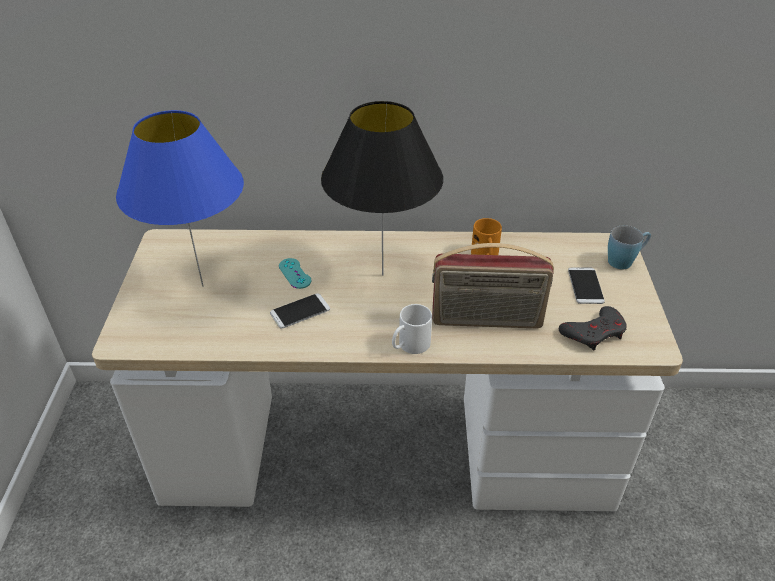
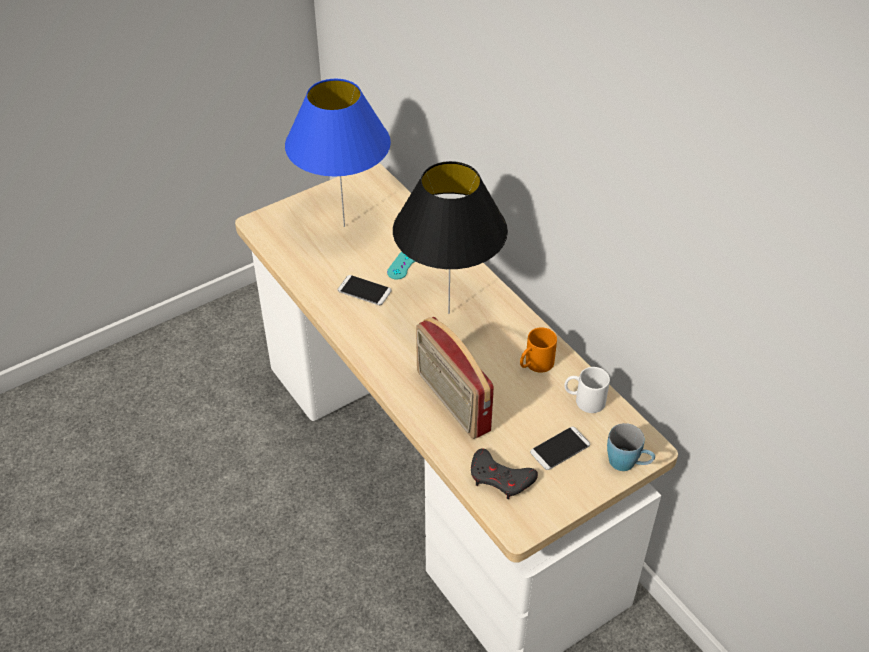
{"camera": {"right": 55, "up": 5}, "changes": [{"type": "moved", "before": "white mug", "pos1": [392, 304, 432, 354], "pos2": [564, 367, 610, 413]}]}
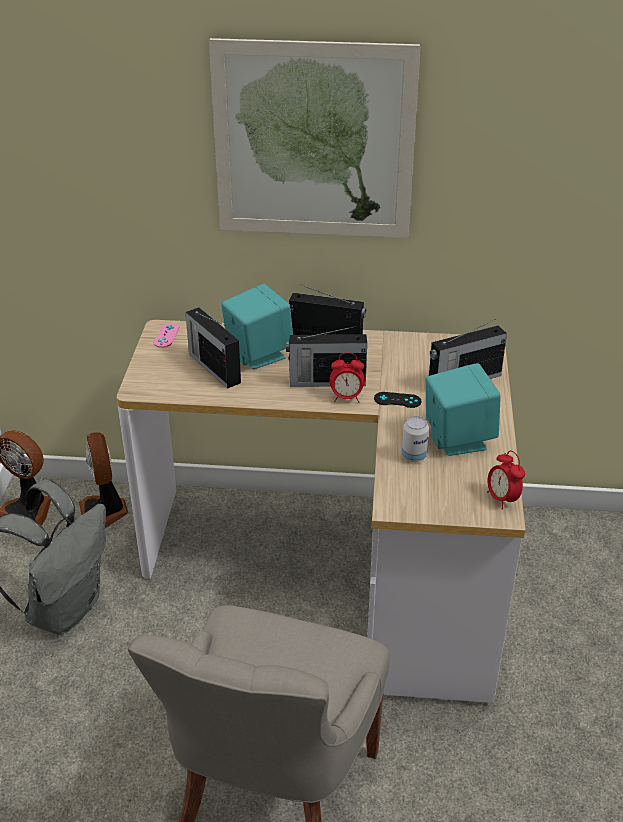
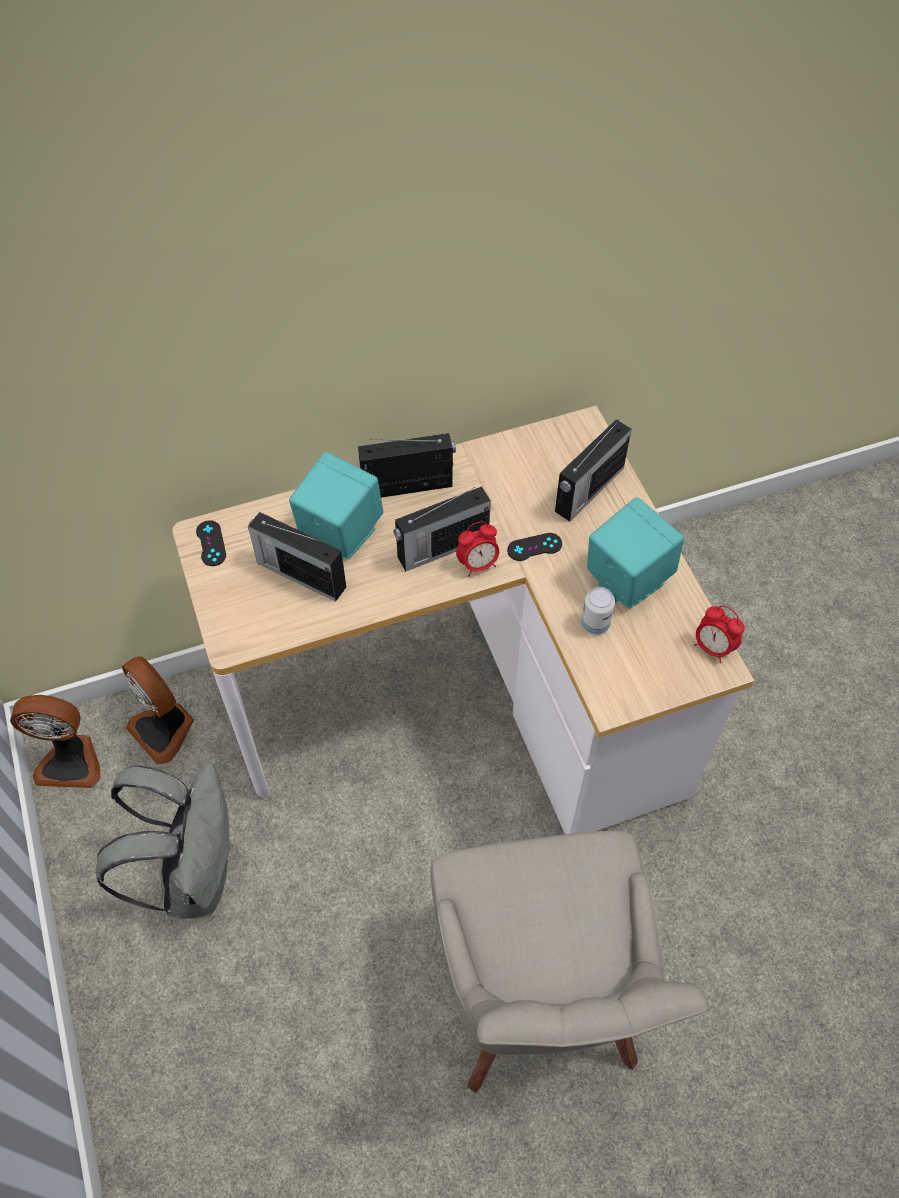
{"camera": {"right": -25, "up": 20}, "changes": [{"type": "recoloured", "before": "pink game controller", "after": "black game controller", "pos1": [153, 323, 179, 348], "pos2": [196, 520, 226, 566]}, {"type": "removed", "before": "picture", "pos1": [209, 38, 420, 238]}]}
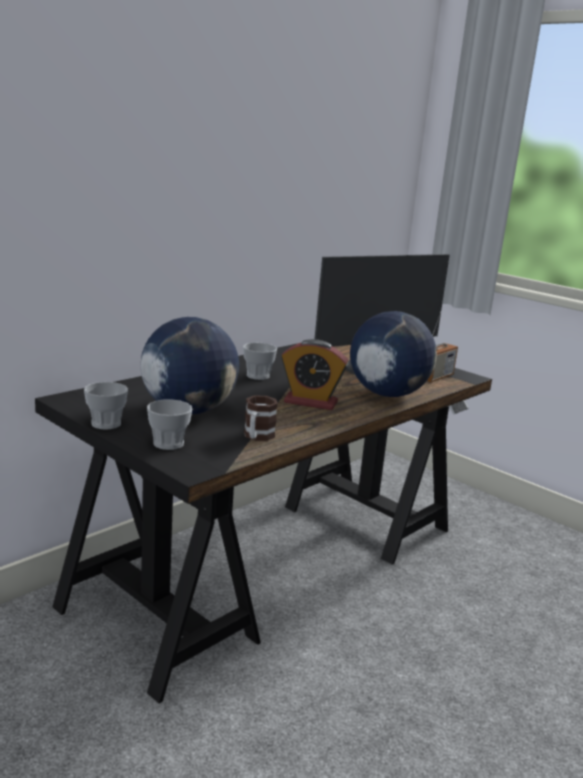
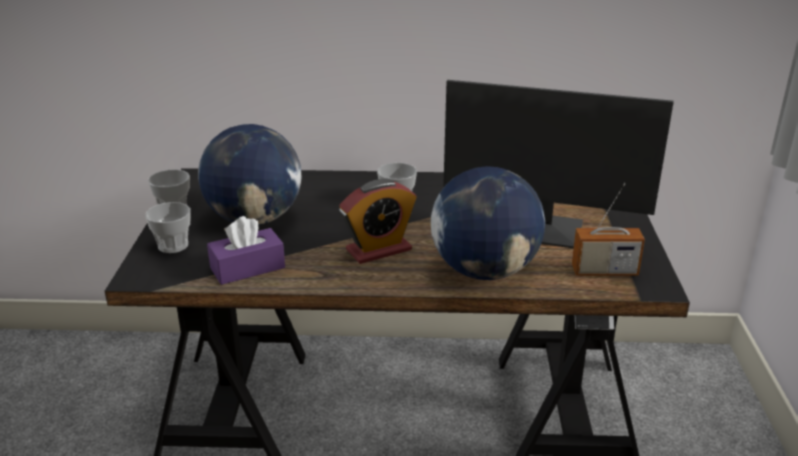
{"camera": {"right": 50, "up": 10}, "changes": [{"type": "replaced", "before": "mug", "after": "purple tissue box", "pos1": [244, 395, 278, 441], "pos2": [207, 216, 285, 285]}, {"type": "turned", "before": "alarm clock", "pos1": [281, 339, 348, 410], "pos2": [339, 179, 417, 264], "turn": -90}]}
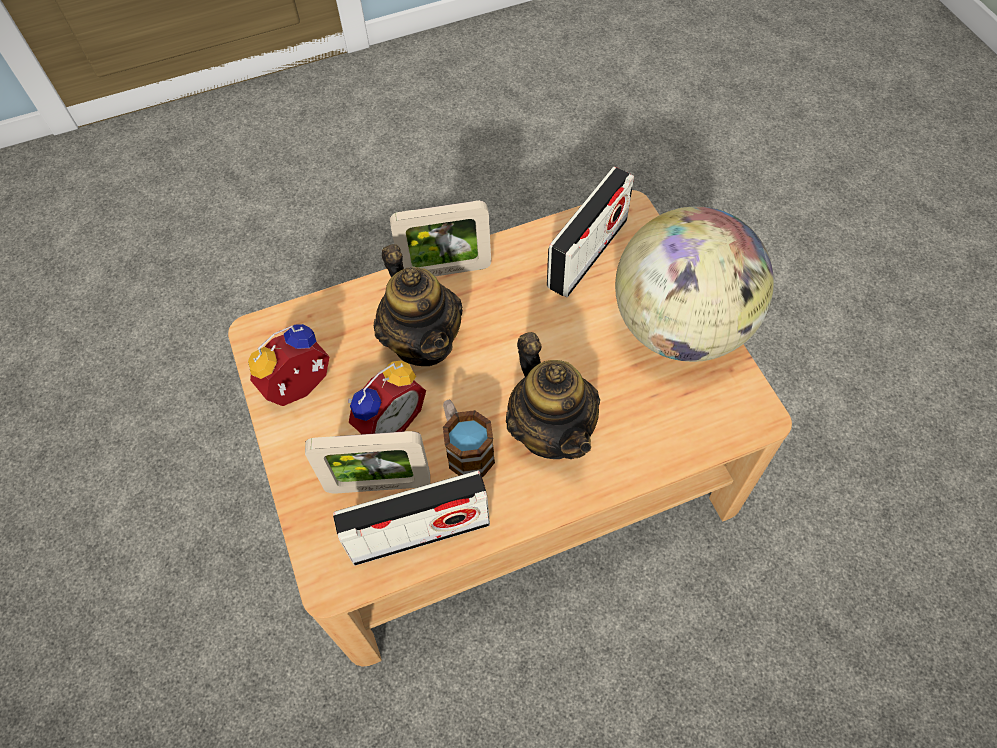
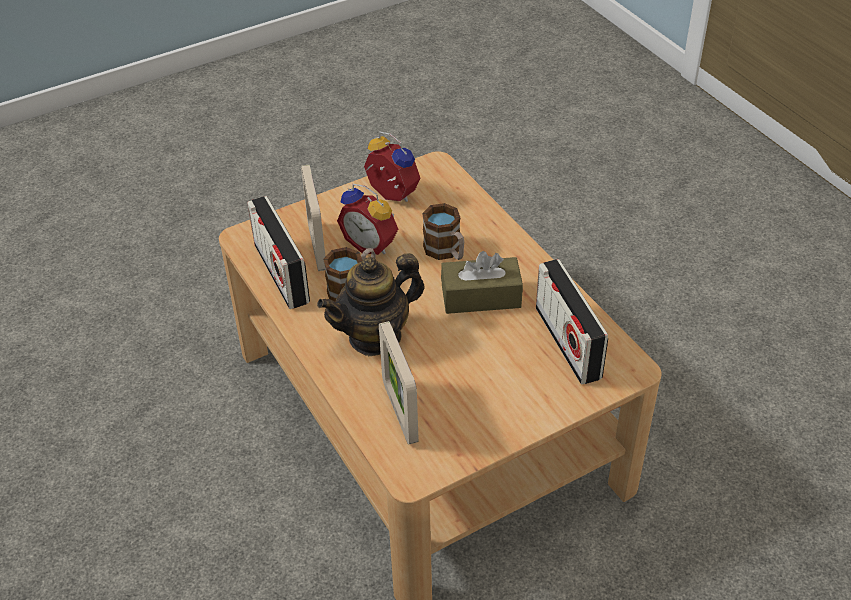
{"camera": {"right": 80, "up": -15}, "changes": [{"type": "moved", "before": "picture frame", "pos1": [390, 200, 491, 276], "pos2": [379, 321, 419, 445]}, {"type": "replaced", "before": "teapot", "after": "mug", "pos1": [374, 244, 463, 366], "pos2": [422, 203, 464, 260]}, {"type": "added", "after": "brown tissue box", "pos2": [441, 251, 523, 314]}, {"type": "turned", "before": "radio", "pos1": [547, 167, 634, 297], "pos2": [536, 259, 608, 384], "turn": 45}, {"type": "removed", "before": "globe", "pos1": [615, 206, 774, 362]}]}
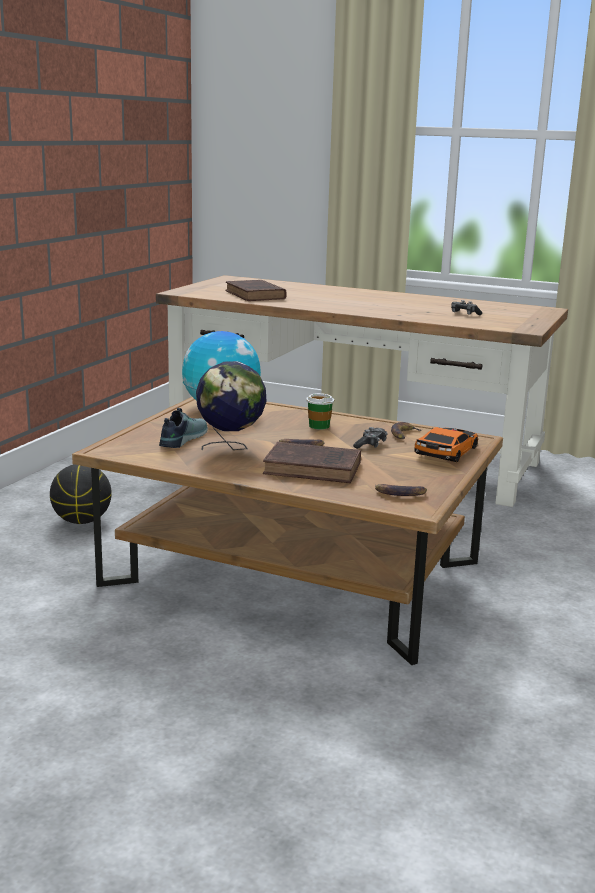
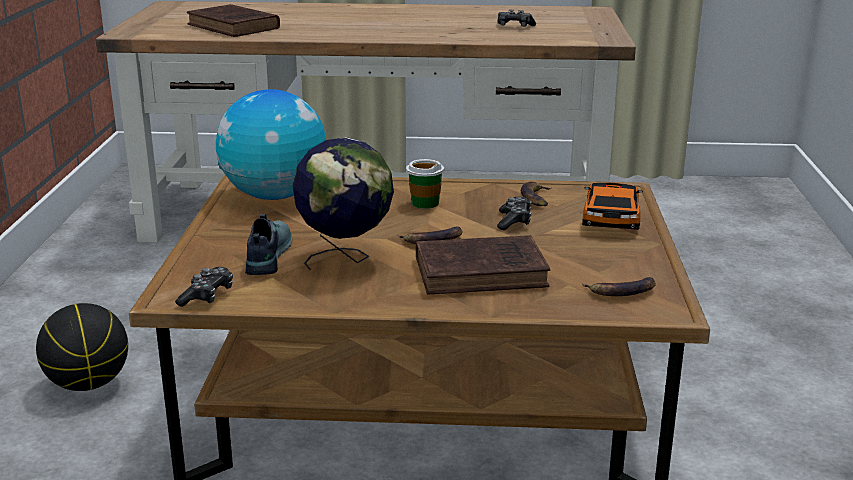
{"camera": {"right": -20, "up": 5}, "changes": [{"type": "added", "after": "game controller", "pos2": [175, 267, 233, 307]}]}
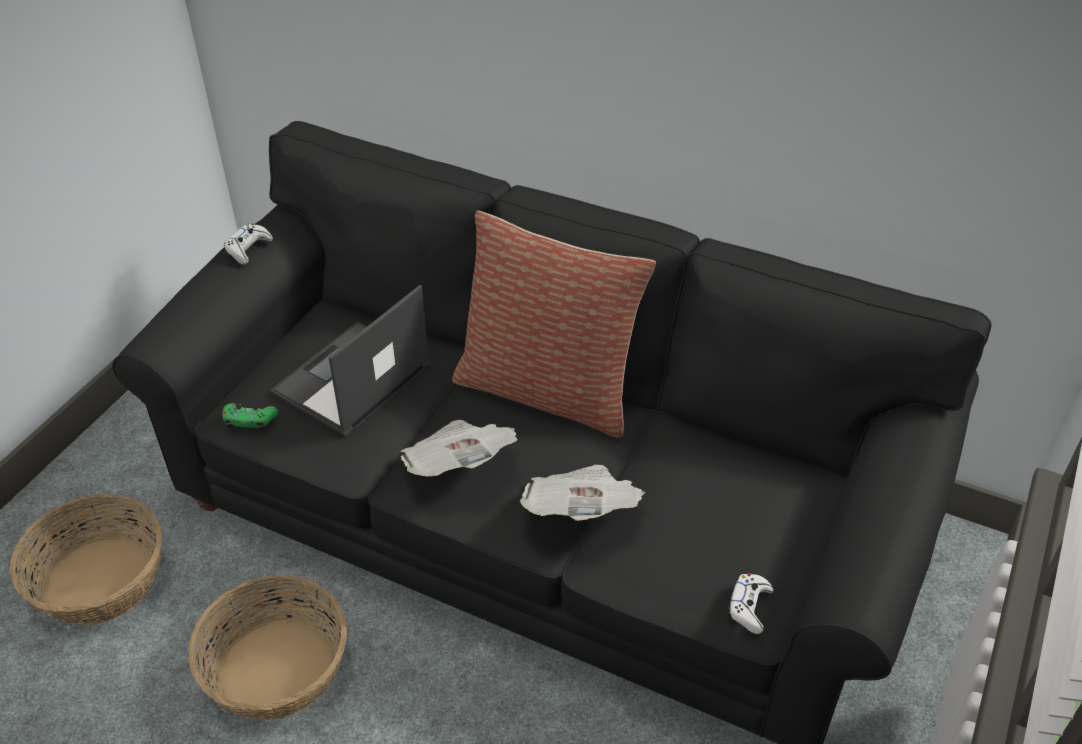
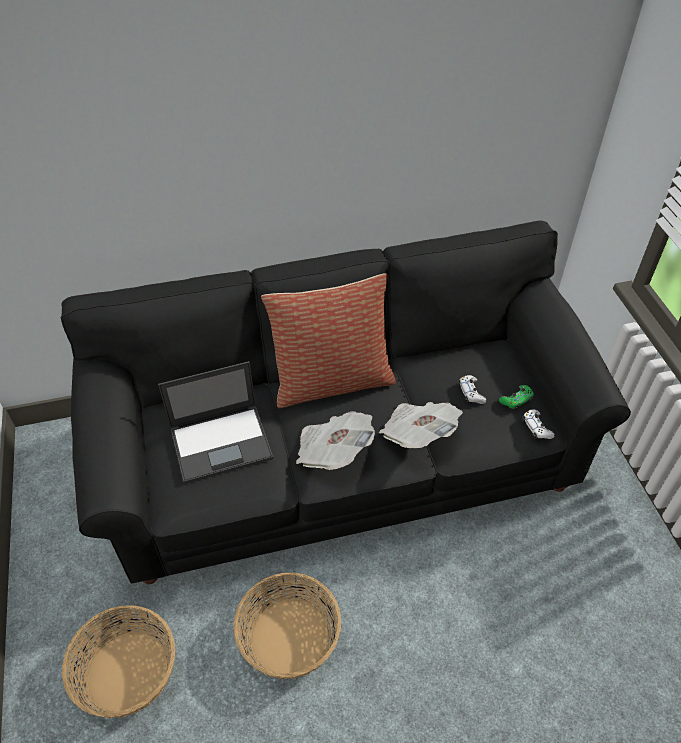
{"camera": {"right": -40, "up": 5}, "changes": [{"type": "turned", "before": "laptop", "pos1": [271, 285, 430, 436], "pos2": [158, 361, 273, 484], "turn": -105}, {"type": "moved", "before": "white game controller", "pos1": [224, 223, 273, 264], "pos2": [459, 375, 486, 404]}, {"type": "moved", "before": "green game controller", "pos1": [222, 403, 278, 431], "pos2": [499, 385, 534, 410]}]}
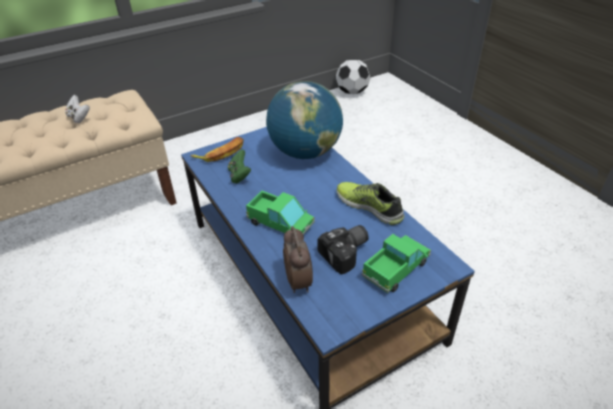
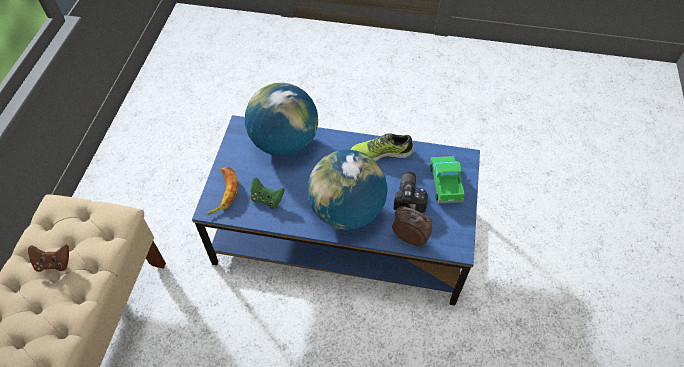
{"camera": {"right": -50, "up": 15}, "changes": [{"type": "recoloured", "before": "white game controller", "after": "brown game controller", "pos1": [65, 95, 90, 123], "pos2": [28, 245, 69, 272]}, {"type": "replaced", "before": "toy truck", "after": "globe", "pos1": [246, 191, 315, 235], "pos2": [307, 150, 388, 230]}, {"type": "removed", "before": "football", "pos1": [336, 60, 370, 94]}]}
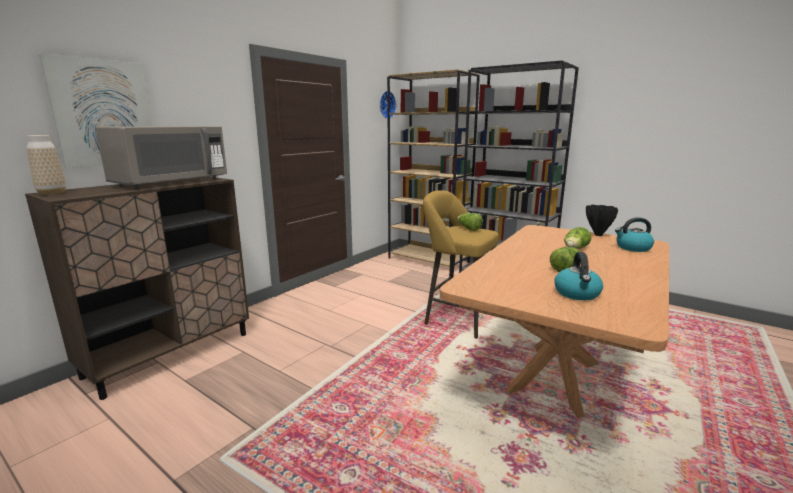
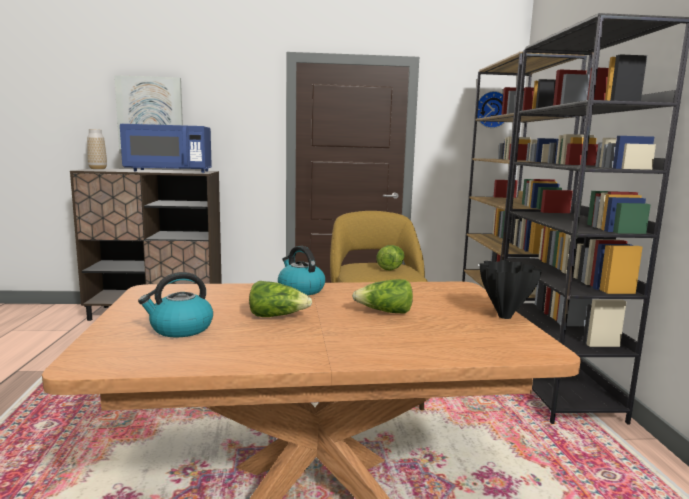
{"camera": {"right": 50, "up": -5}, "changes": [{"type": "recoloured", "before": "grey microwave", "after": "blue microwave", "pos1": [95, 126, 227, 189], "pos2": [120, 124, 212, 173]}, {"type": "moved", "before": "kettle", "pos1": [615, 217, 654, 252], "pos2": [278, 246, 325, 295]}]}
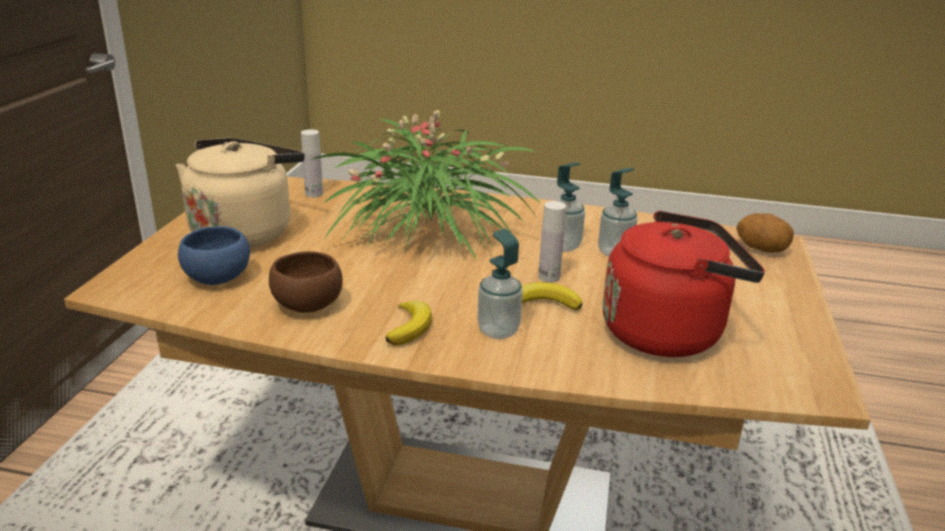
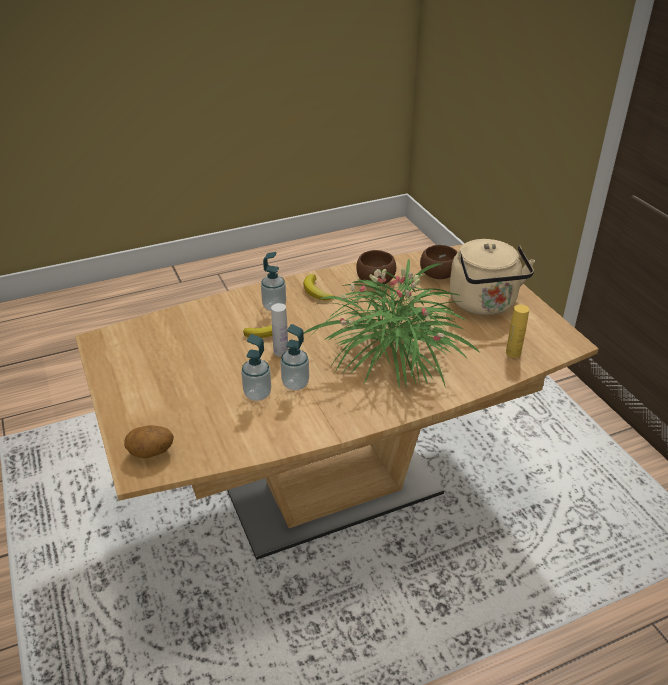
{"camera": {"right": 145, "up": 10}, "changes": [{"type": "recoloured", "before": "blue bowl", "after": "brown bowl", "pos1": [178, 226, 250, 285], "pos2": [420, 245, 458, 279]}, {"type": "recoloured", "before": "white bottle", "after": "yellow bottle", "pos1": [301, 129, 323, 197], "pos2": [506, 305, 529, 358]}, {"type": "removed", "before": "red kettle", "pos1": [602, 211, 765, 357]}]}
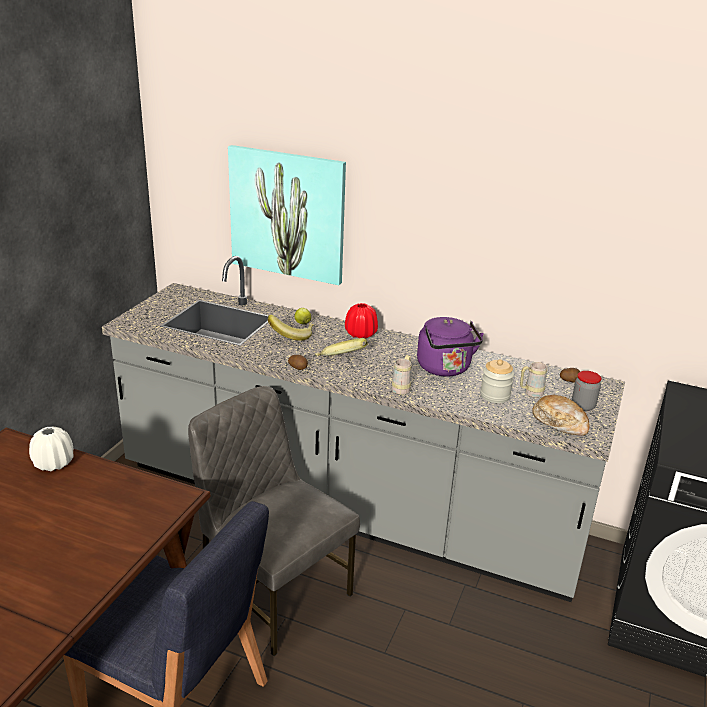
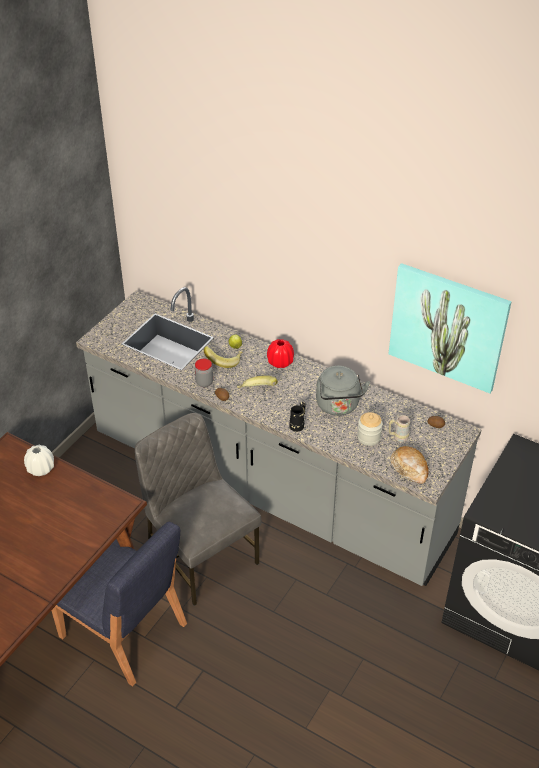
{"camera": {"right": 10, "up": 15}, "changes": [{"type": "moved", "before": "jar", "pos1": [572, 371, 602, 411], "pos2": [195, 359, 213, 387]}, {"type": "recoloured", "before": "beige mug", "after": "black mug", "pos1": [391, 355, 412, 395], "pos2": [289, 402, 306, 432]}, {"type": "recoloured", "before": "purple kettle", "after": "grey kettle", "pos1": [417, 317, 484, 377], "pos2": [316, 366, 370, 416]}, {"type": "moved", "before": "picture", "pos1": [228, 145, 346, 285], "pos2": [389, 263, 512, 393]}]}
